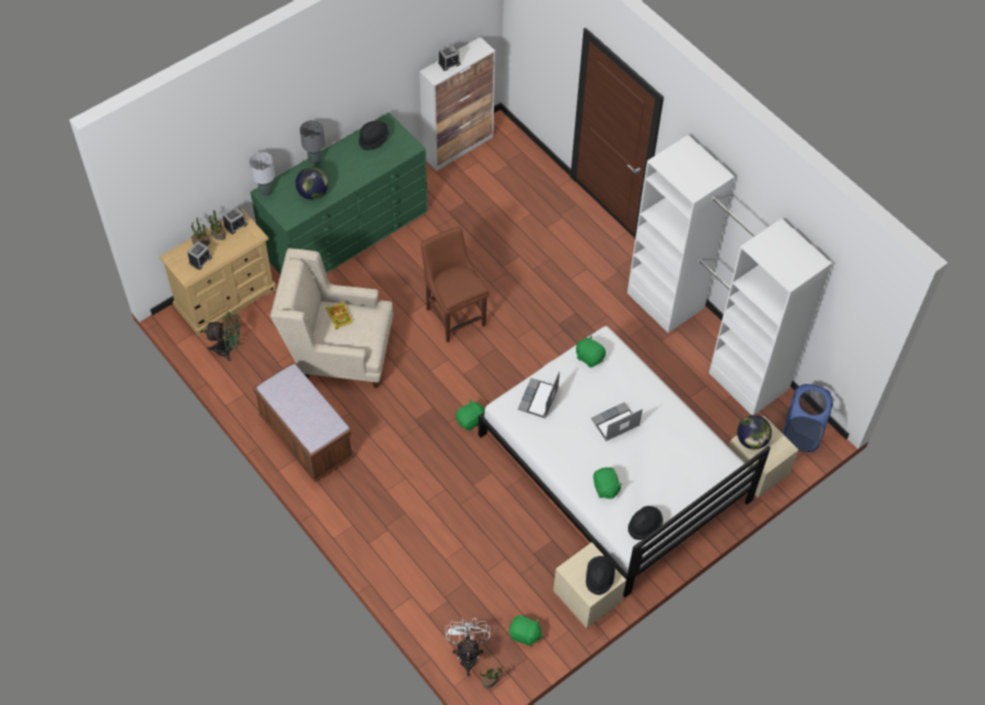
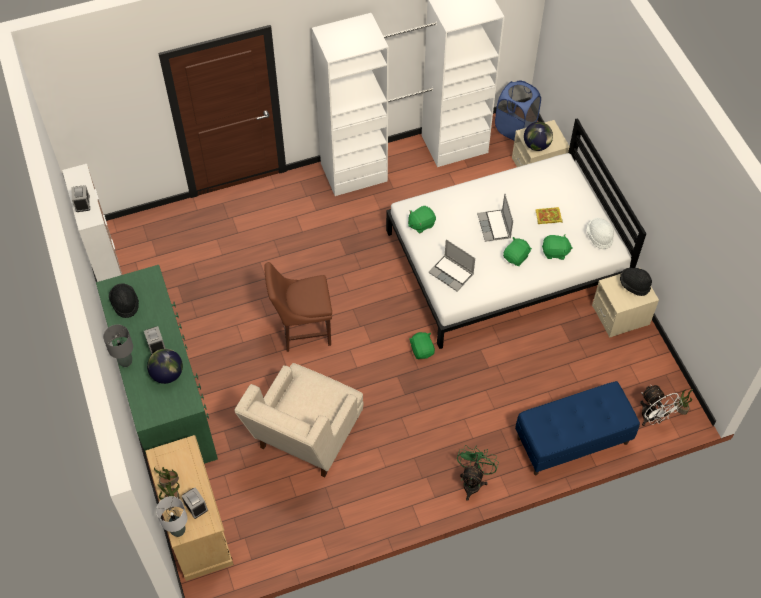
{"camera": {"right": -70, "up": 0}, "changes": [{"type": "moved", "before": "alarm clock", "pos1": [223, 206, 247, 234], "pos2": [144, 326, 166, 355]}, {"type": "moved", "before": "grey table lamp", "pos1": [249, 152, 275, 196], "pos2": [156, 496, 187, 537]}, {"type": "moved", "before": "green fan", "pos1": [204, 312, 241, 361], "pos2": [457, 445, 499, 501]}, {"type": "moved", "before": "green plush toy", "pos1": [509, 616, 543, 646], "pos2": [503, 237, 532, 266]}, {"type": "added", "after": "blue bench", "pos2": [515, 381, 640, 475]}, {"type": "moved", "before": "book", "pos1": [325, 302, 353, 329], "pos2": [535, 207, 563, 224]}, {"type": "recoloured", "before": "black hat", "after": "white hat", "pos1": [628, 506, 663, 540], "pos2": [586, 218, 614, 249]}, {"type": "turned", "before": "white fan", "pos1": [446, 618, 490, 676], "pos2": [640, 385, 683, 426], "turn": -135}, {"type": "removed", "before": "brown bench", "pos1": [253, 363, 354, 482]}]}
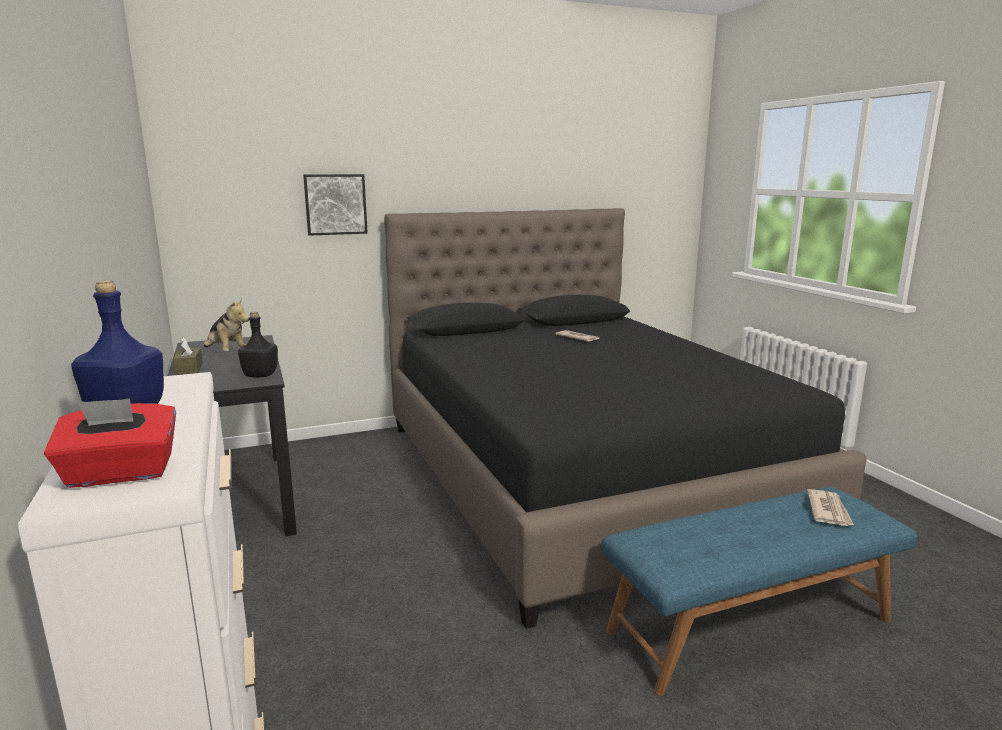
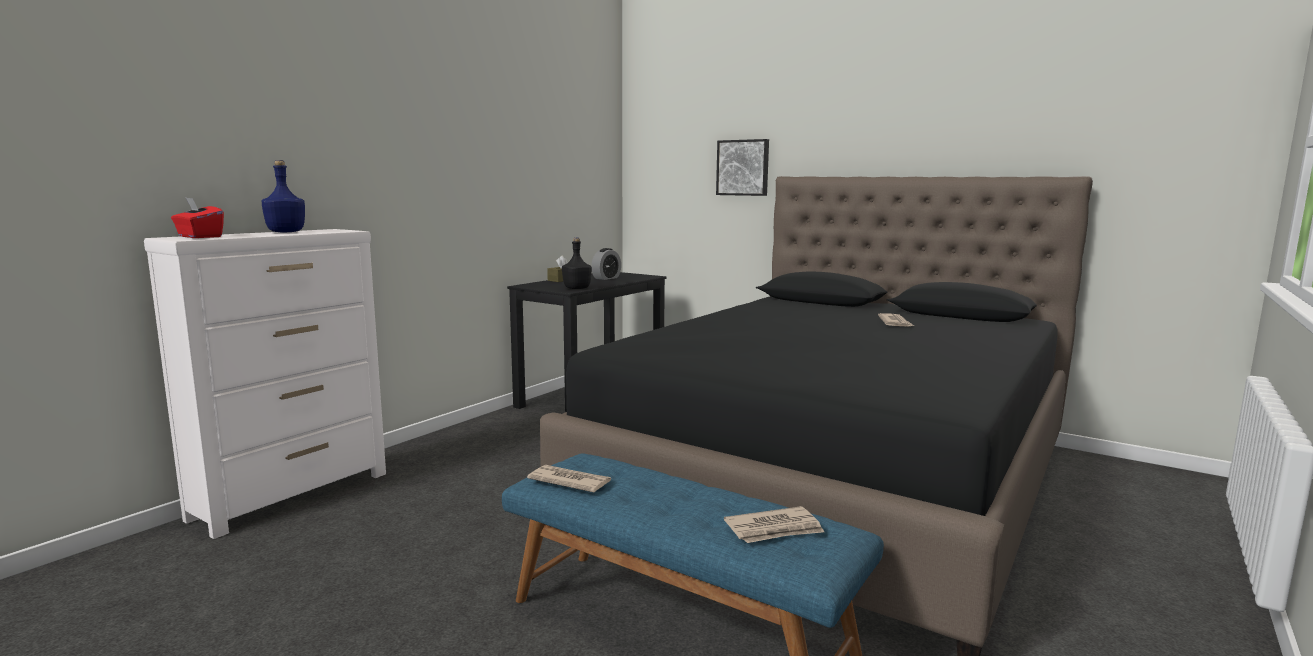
{"camera": {"right": 55, "up": -5}, "changes": [{"type": "added", "after": "newspaper", "pos2": [527, 465, 611, 492]}, {"type": "replaced", "before": "plush toy", "after": "alarm clock", "pos1": [204, 297, 249, 352], "pos2": [591, 248, 621, 280]}]}
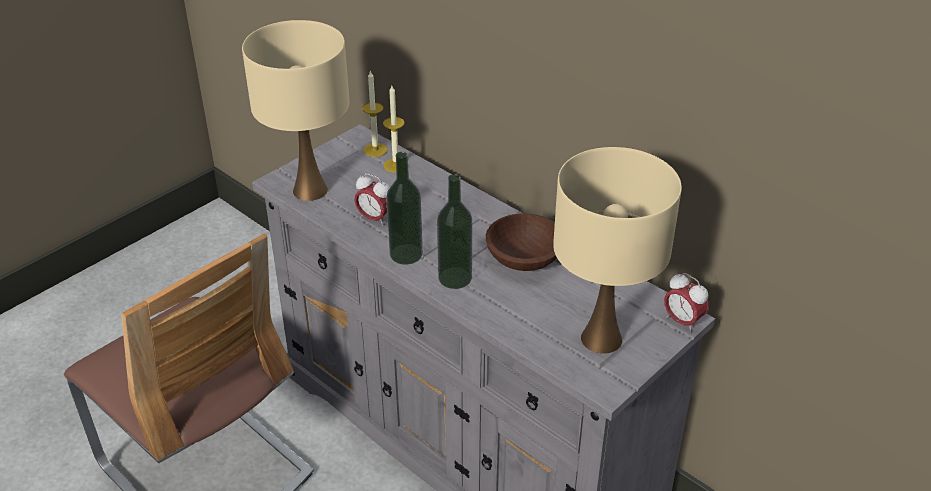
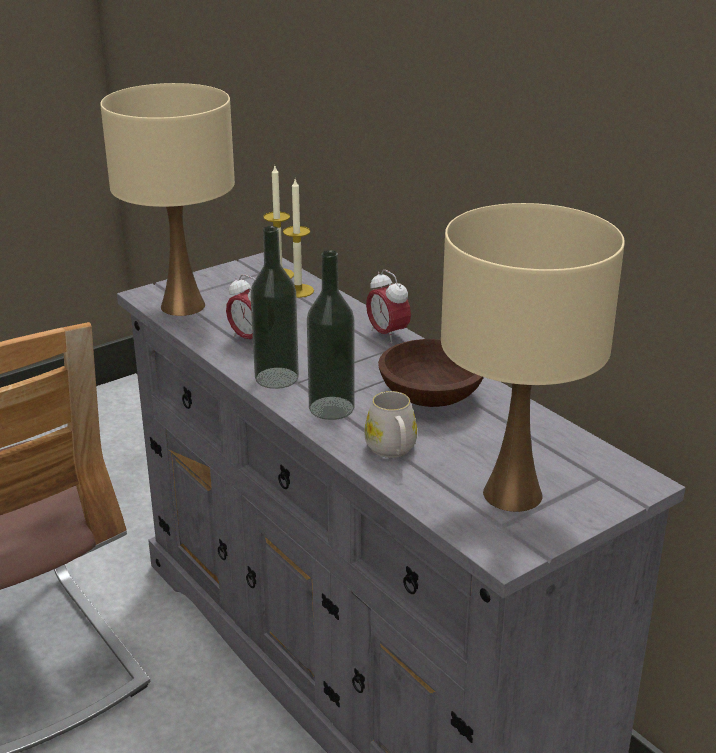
{"camera": {"right": 10, "up": -10}, "changes": [{"type": "added", "after": "white mug", "pos2": [364, 391, 417, 458]}, {"type": "moved", "before": "alarm clock", "pos1": [664, 273, 709, 333], "pos2": [366, 269, 411, 344]}]}
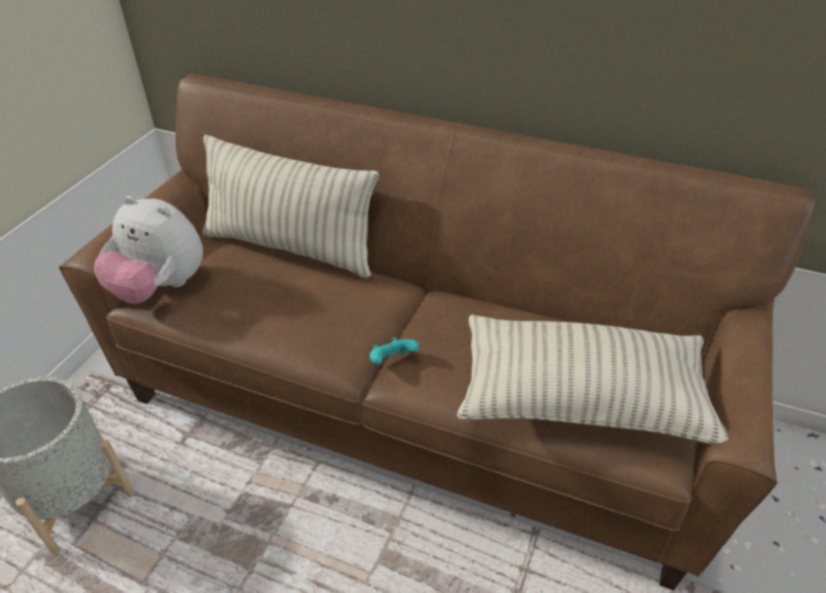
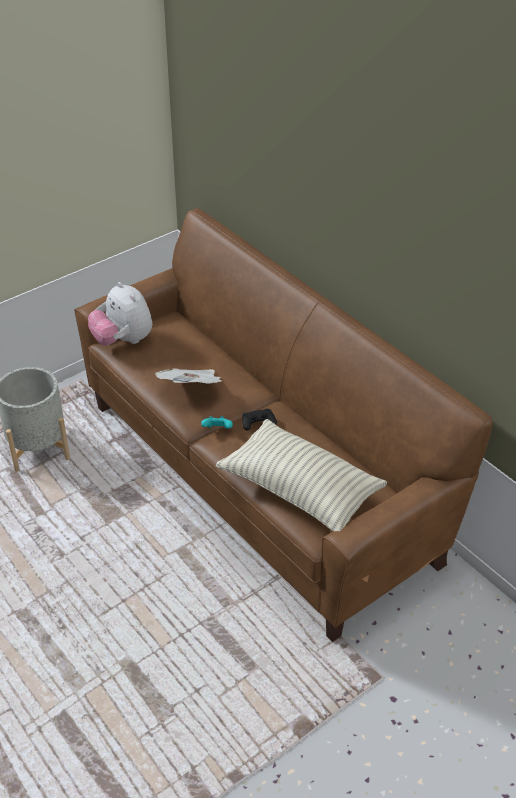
{"camera": {"right": 30, "up": 0}, "changes": [{"type": "added", "after": "newspaper", "pos2": [155, 368, 222, 384]}, {"type": "added", "after": "black game controller", "pos2": [242, 409, 277, 430]}, {"type": "removed", "before": "pillow", "pos1": [203, 135, 379, 278]}]}
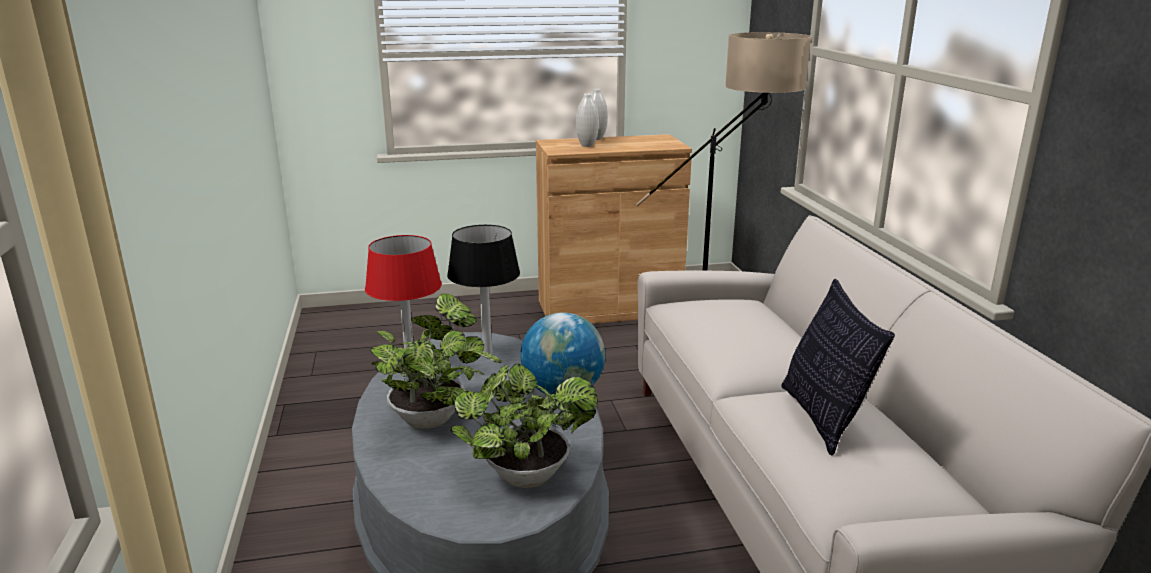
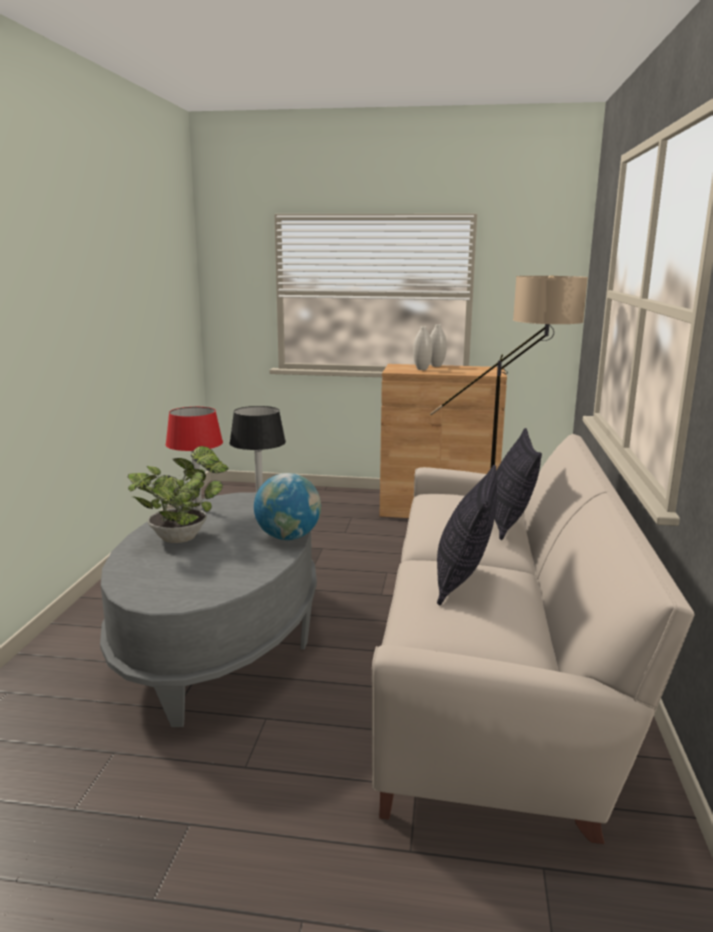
{"camera": {"right": 20, "up": -5}, "changes": [{"type": "added", "after": "pillow", "pos2": [495, 428, 542, 540]}, {"type": "removed", "before": "potted plant", "pos1": [444, 351, 598, 488]}]}
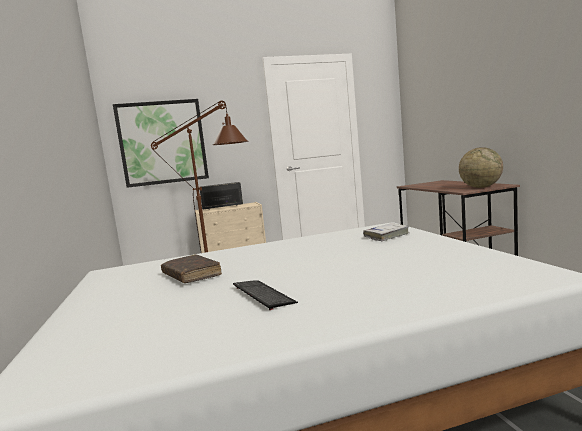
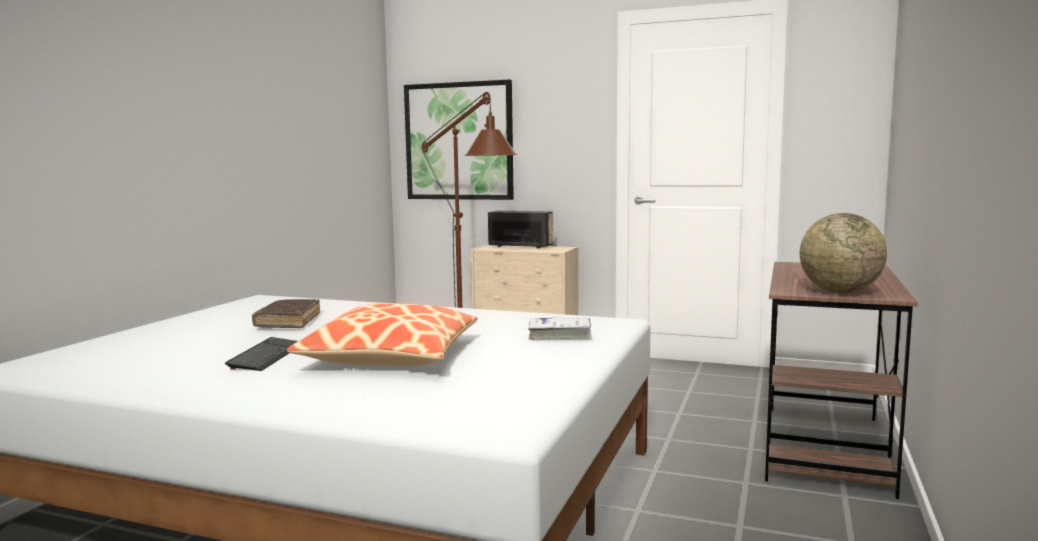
{"camera": {"right": 35, "up": 0}, "changes": [{"type": "added", "after": "pillow", "pos2": [287, 303, 477, 366]}]}
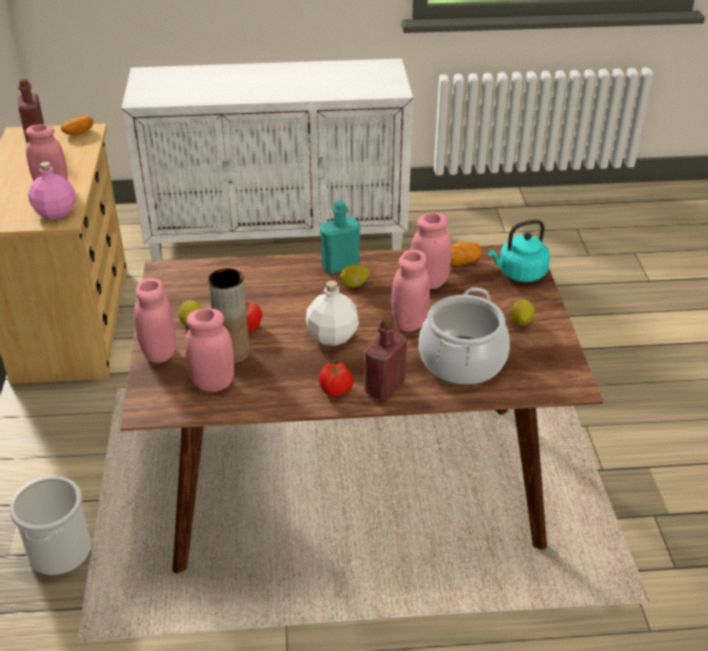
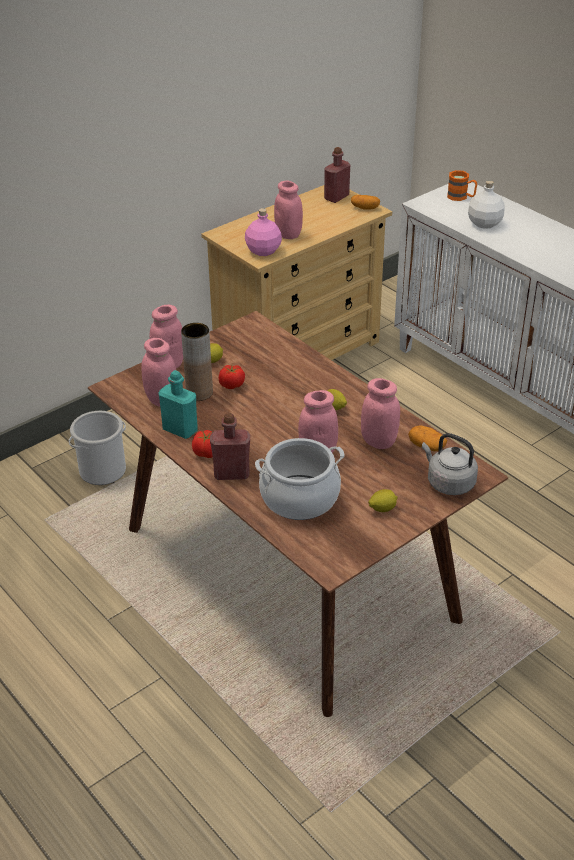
{"camera": {"right": 55, "up": 0}, "changes": [{"type": "moved", "before": "turquoise bottle", "pos1": [320, 200, 360, 274], "pos2": [159, 370, 198, 439]}, {"type": "recoloured", "before": "turquoise kettle", "after": "grey kettle", "pos1": [488, 219, 550, 282], "pos2": [422, 433, 478, 495]}, {"type": "added", "after": "orange mug", "pos2": [447, 170, 477, 201]}, {"type": "moved", "before": "white bottle", "pos1": [306, 280, 359, 346], "pos2": [468, 180, 504, 229]}]}
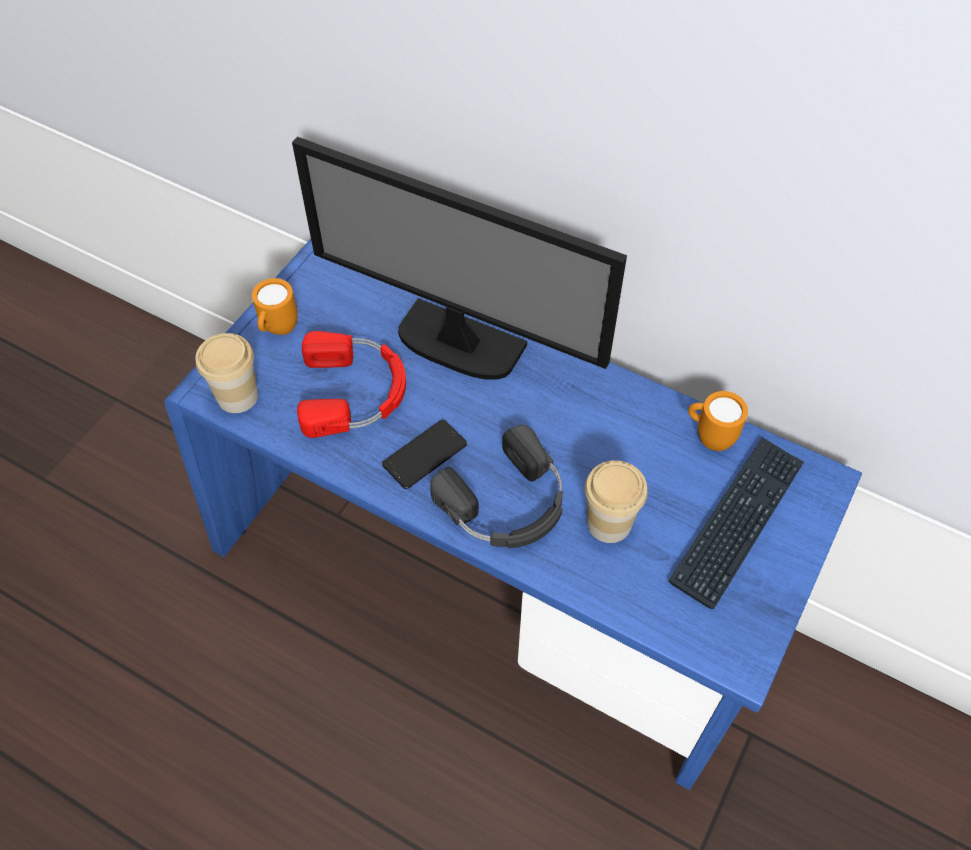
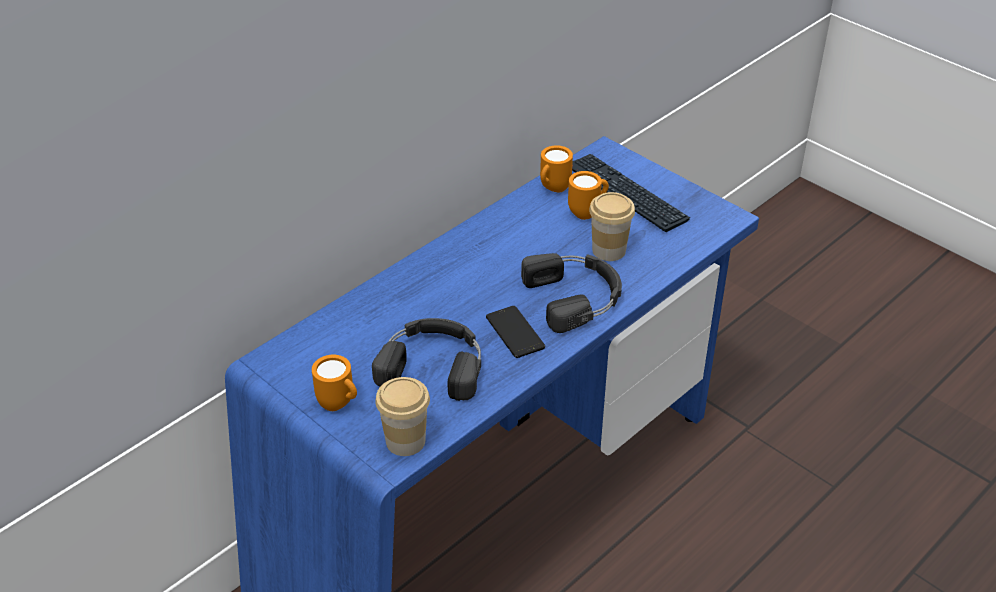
{"camera": {"right": -75, "up": -15}, "changes": [{"type": "recoloured", "before": "red headphones", "after": "black headphones", "pos1": [297, 331, 406, 438], "pos2": [372, 318, 481, 401]}, {"type": "added", "after": "orange mug", "pos2": [568, 171, 609, 220]}, {"type": "removed", "before": "monitor", "pos1": [292, 137, 627, 380]}]}
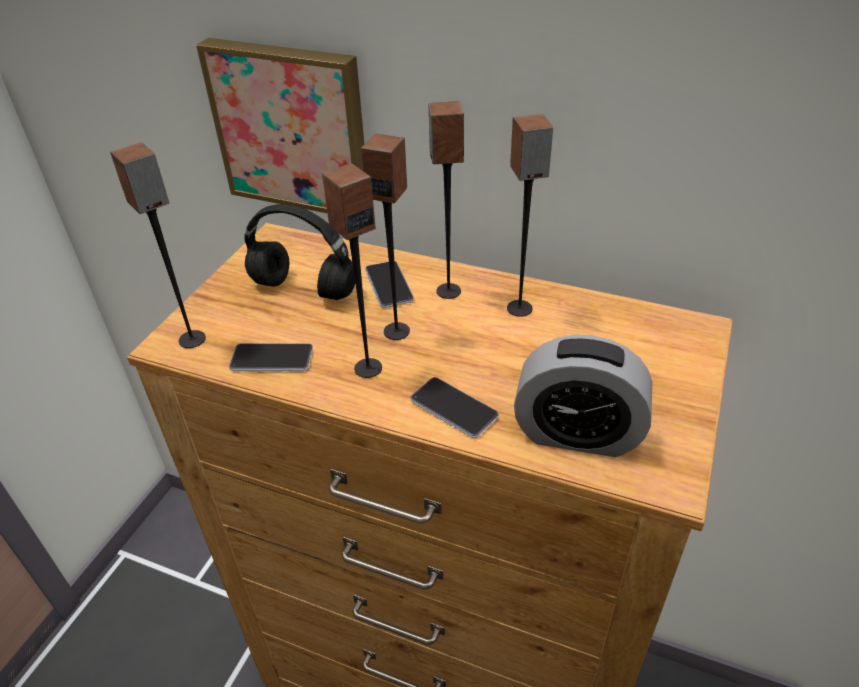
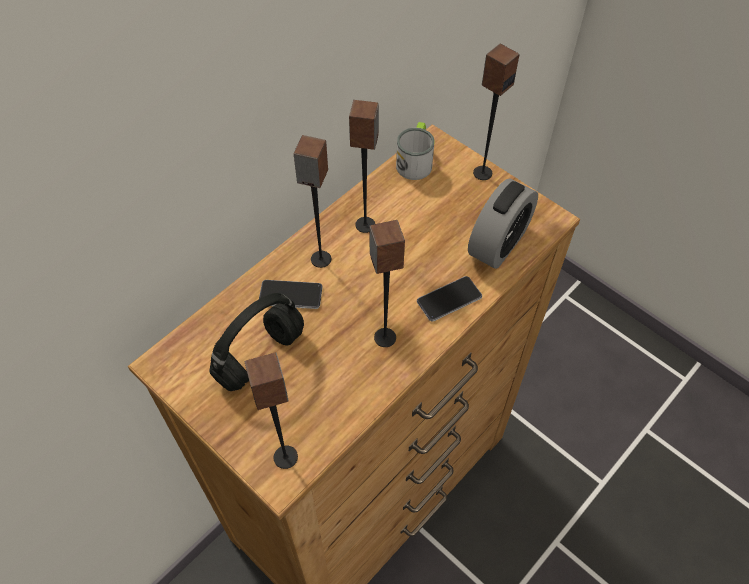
{"camera": {"right": -70, "up": 15}, "changes": [{"type": "added", "after": "mug", "pos2": [396, 122, 435, 180]}, {"type": "moved", "before": "speaker", "pos1": [361, 133, 410, 340], "pos2": [473, 44, 520, 180]}, {"type": "removed", "before": "picture", "pos1": [196, 38, 364, 213]}, {"type": "removed", "before": "phone", "pos1": [229, 343, 313, 371]}]}
